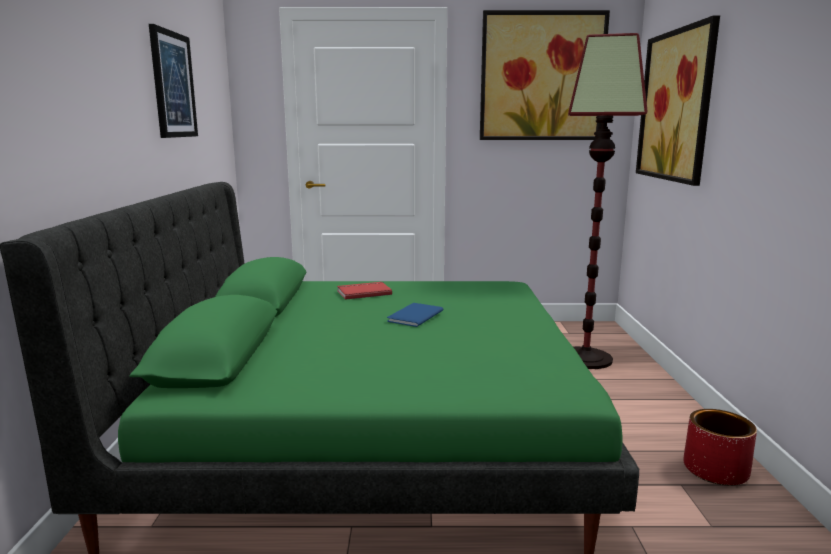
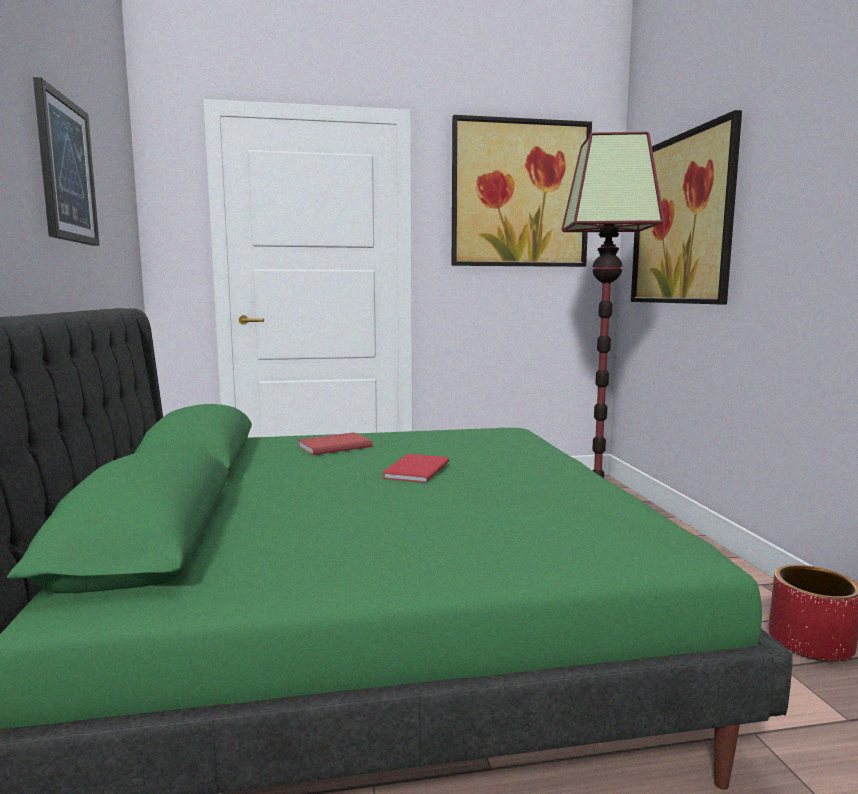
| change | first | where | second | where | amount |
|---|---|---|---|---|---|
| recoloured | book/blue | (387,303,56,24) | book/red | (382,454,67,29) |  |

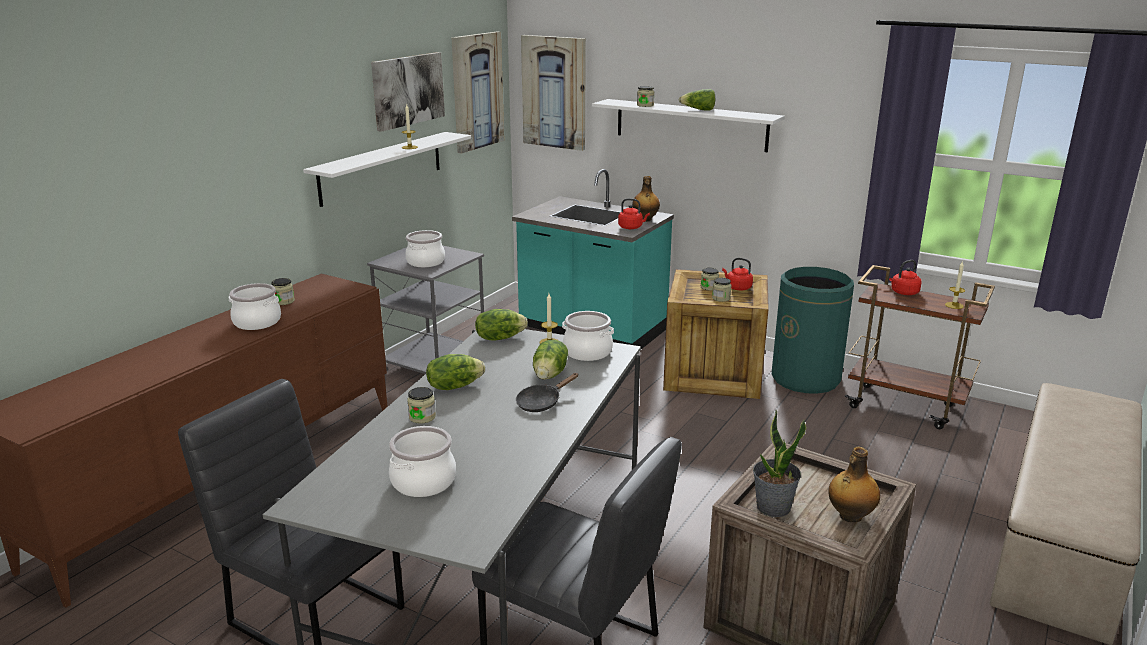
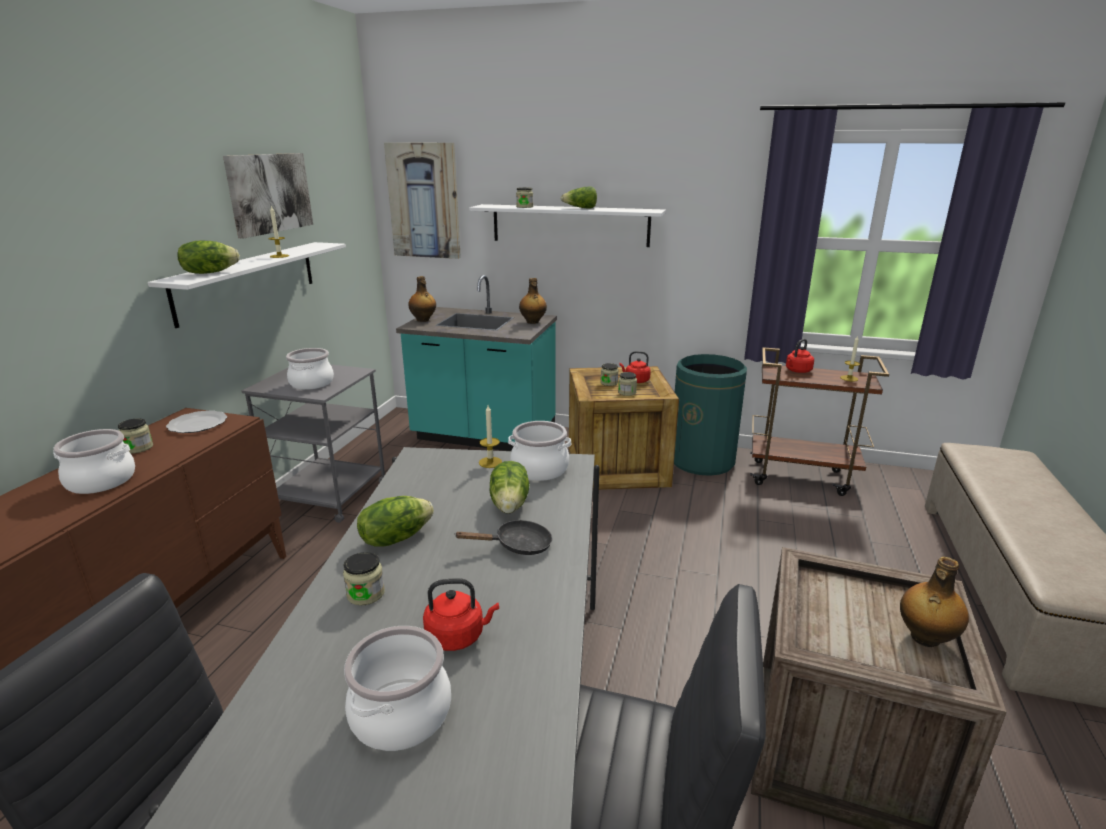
| change | first | where | second | where | amount |
|---|---|---|---|---|---|
| removed | picture | (451,32,53,121) |  |  |  |
| moved | kettle/red | (618,198,32,31) |  | (423,578,76,73) |  |
| moved | lettuce | (475,309,53,32) |  | (177,240,63,34) |  |
| turned | frying pan/black | (516,373,63,39) |  | (454,520,99,35) | 135 degrees counterclockwise |
| removed | potted plant | (753,410,54,107) |  |  |  |
| added |  |  | bottle | (408,276,28,46) |  |
| added |  |  | plate | (166,410,61,23) |  |

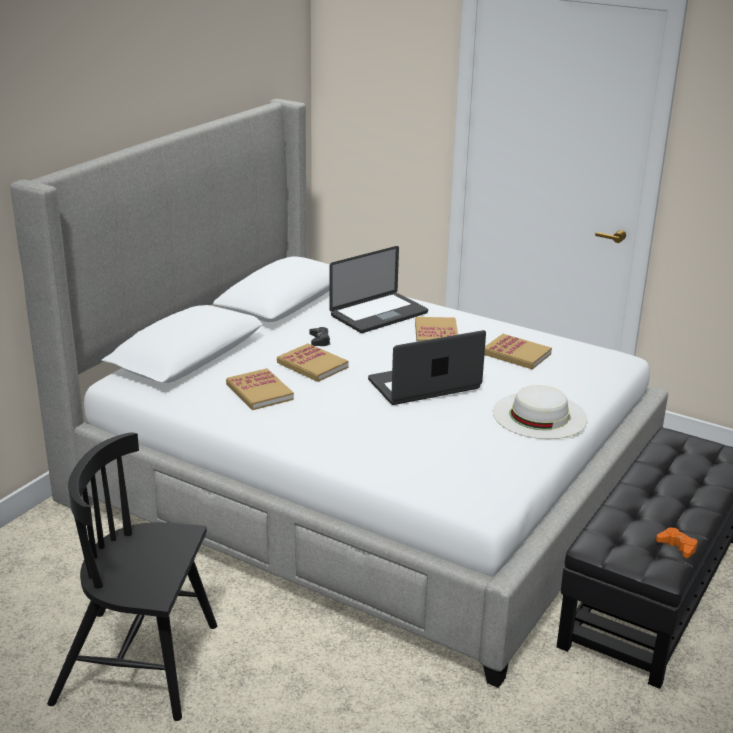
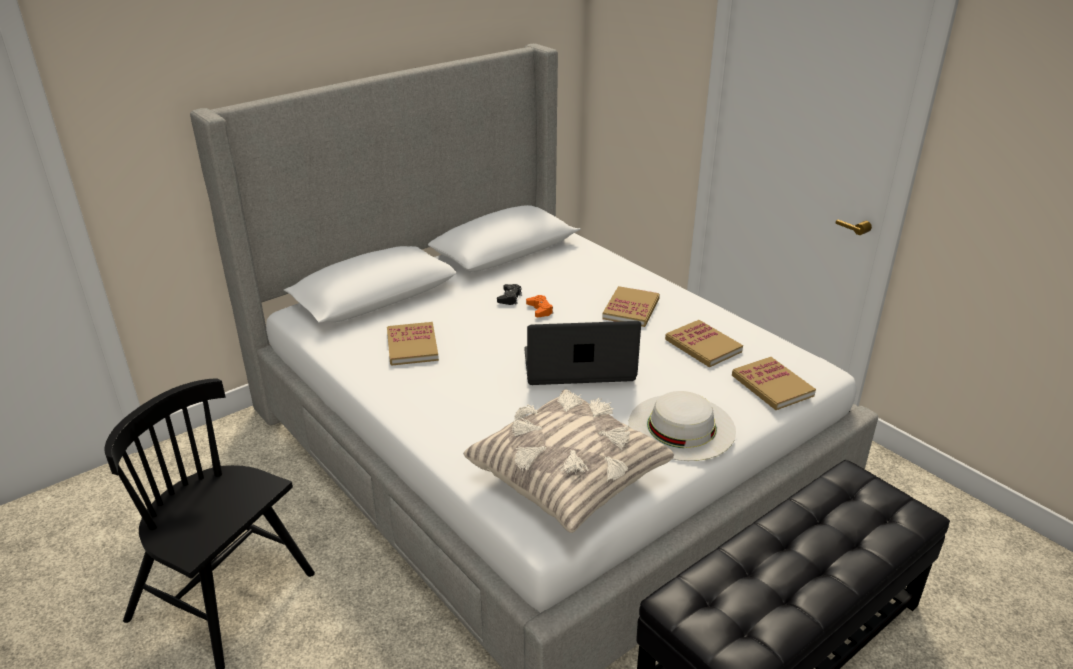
| change | first | where | second | where | amount |
|---|---|---|---|---|---|
| removed | laptop | (329,246,99,87) |  |  |  |
| moved | book | (277,343,71,39) |  | (732,357,84,53) |  |
| moved | game controller/orange | (656,528,42,30) |  | (526,295,27,22) |  |
| added |  |  | pillow/beige | (464,389,210,144) |  |

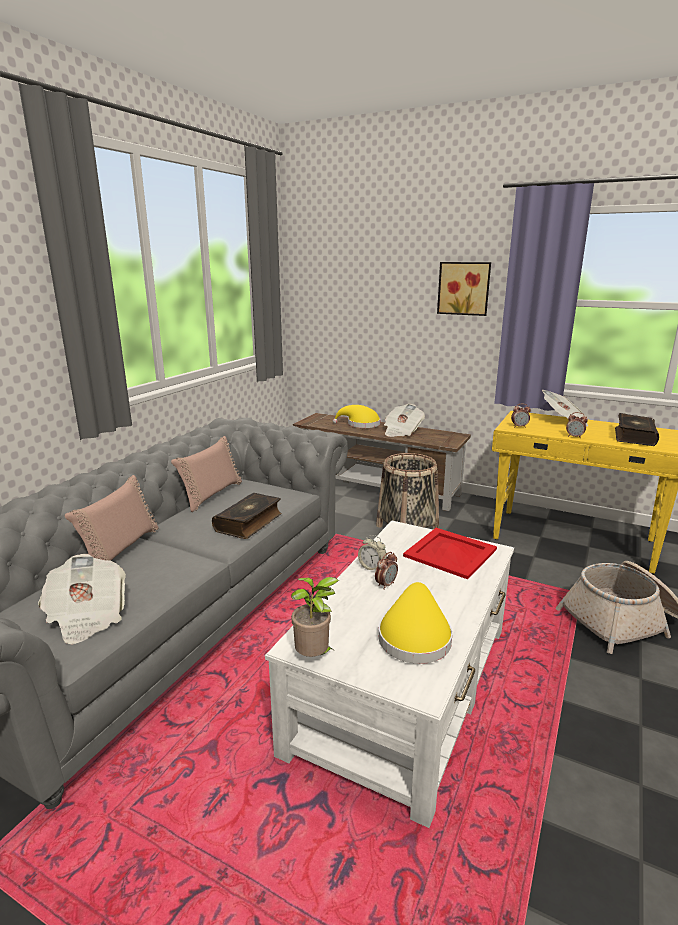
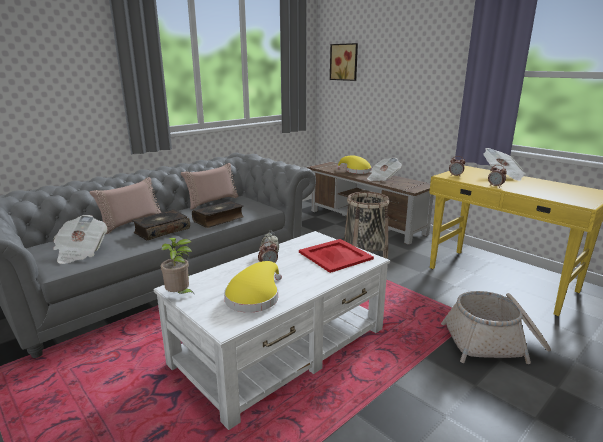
| change | first | where | second | where | amount |
|---|---|---|---|---|---|
| moved | picture | (437,262,54,54) |  | (330,43,28,38) |  |
| moved | book | (615,413,44,33) |  | (132,209,58,31) |  |

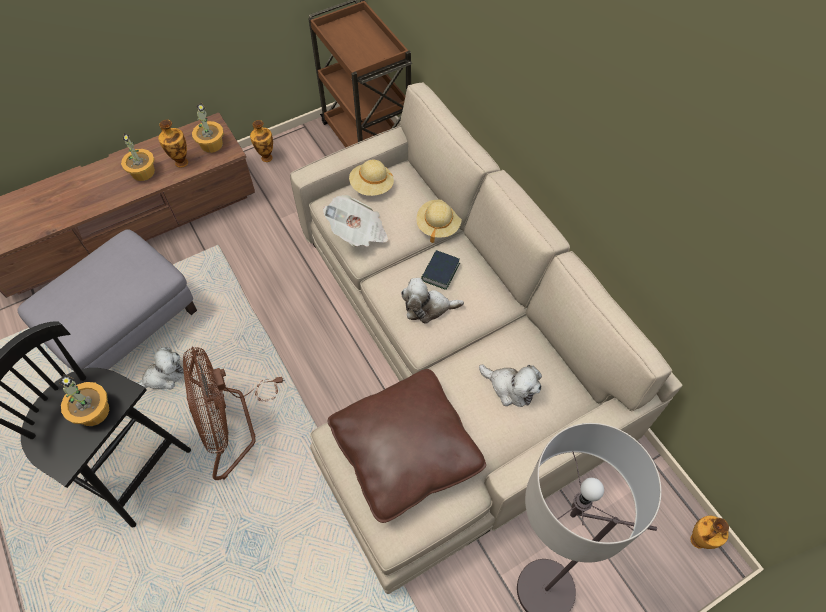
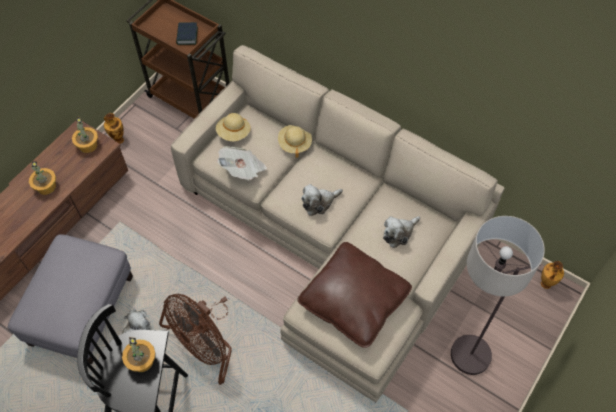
| change | first | where | second | where | amount |
|---|---|---|---|---|---|
| removed | vase | (158,119,30,49) |  |  |  |
| moved | book | (421,250,39,40) |  | (176,22,22,23) |  |
| turned | plush toy | (479,364,63,43) |  | (383,216,37,32) | 135 degrees clockwise |

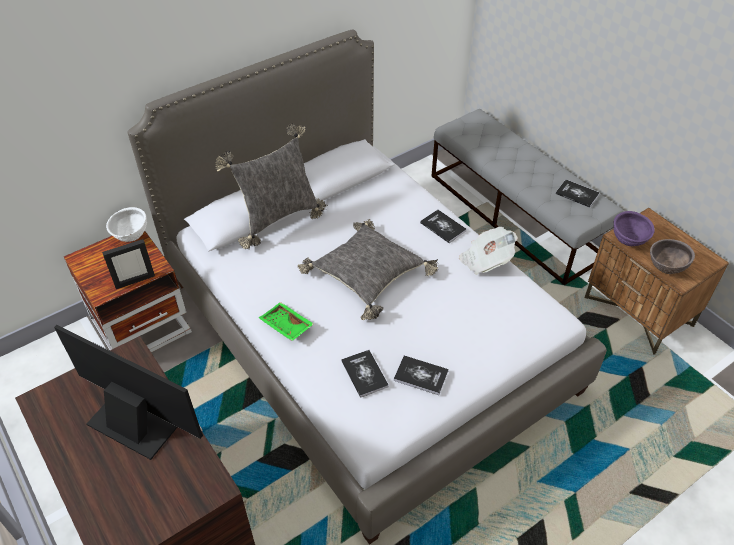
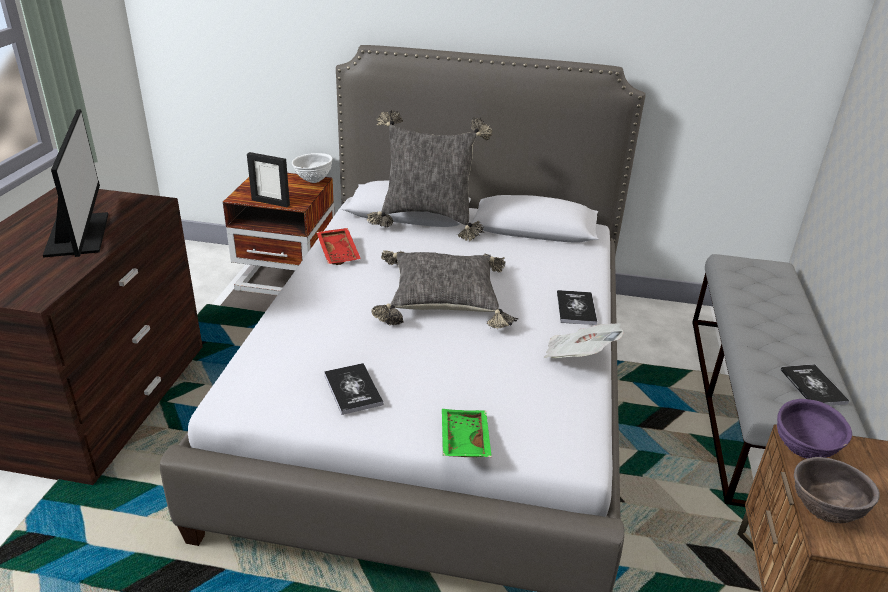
| change | first | where | second | where | amount |
|---|---|---|---|---|---|
| moved | tray/green | (259,302,55,39) |  | (442,409,50,48) |  |
| removed | book | (341,350,48,48) |  |  |  |
| added |  |  | tray/red | (316,228,45,37) |  |

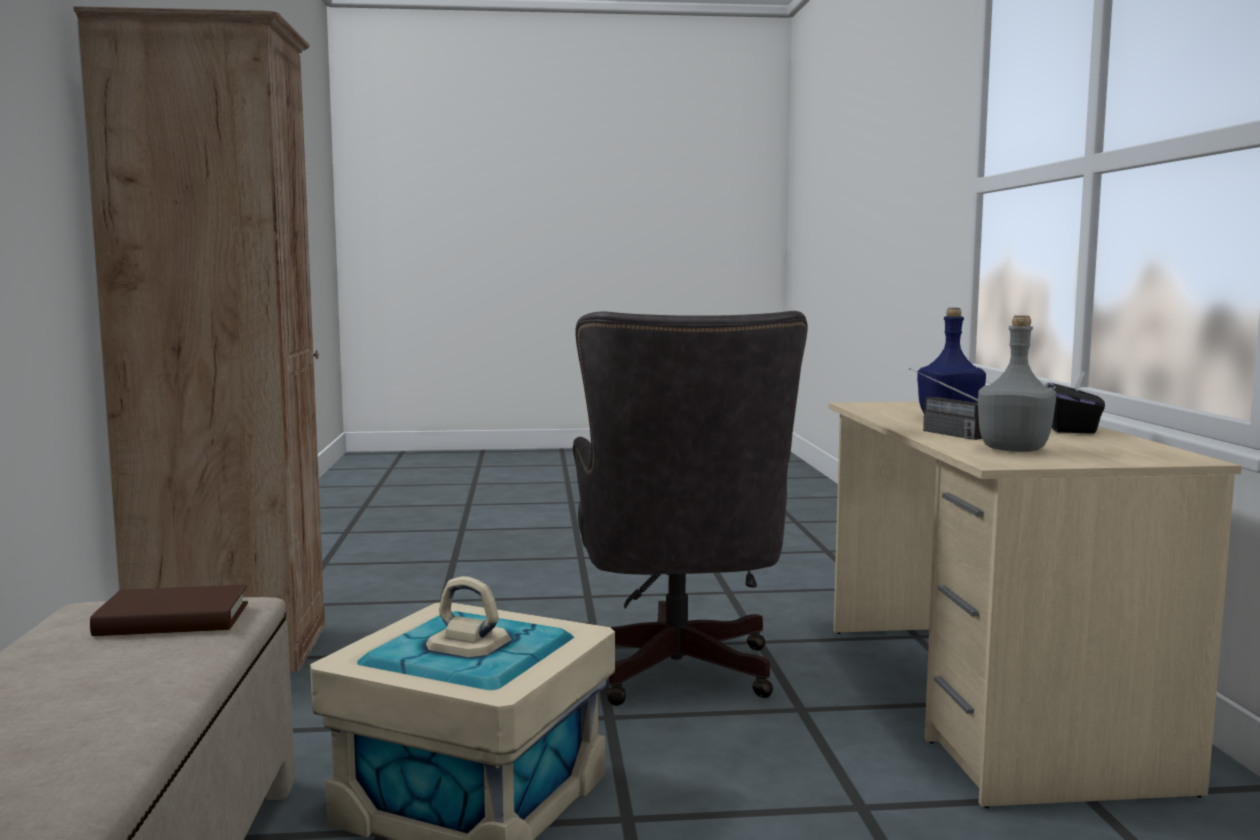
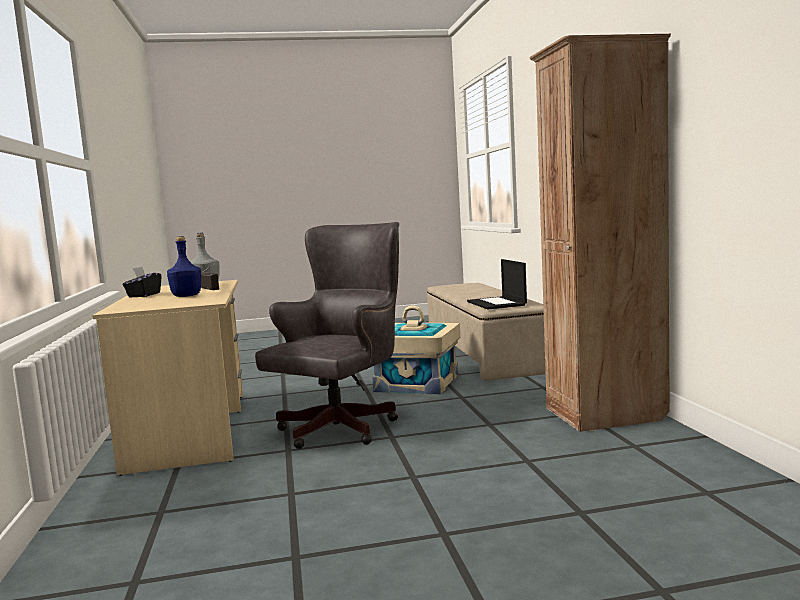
| change | first | where | second | where | amount |
|---|---|---|---|---|---|
| turned | office chair/grey | (573,311,235,395) |  | (255,222,144,227) | 45 degrees clockwise |
| replaced | book/brown | (90,585,158,51) | laptop | (467,259,60,51) |  |

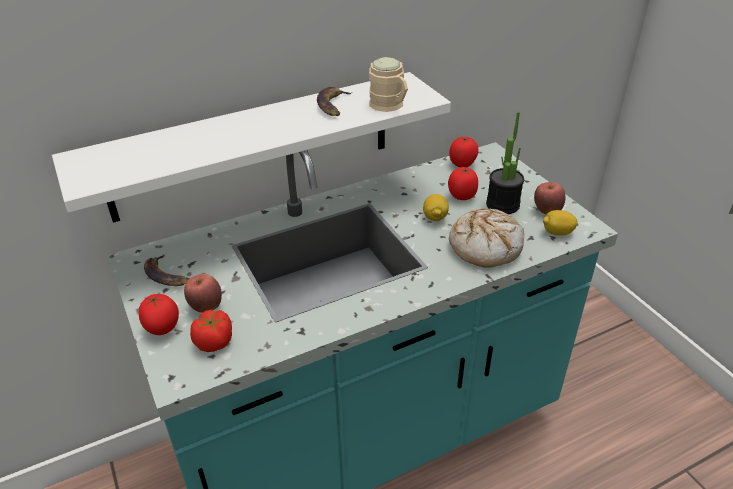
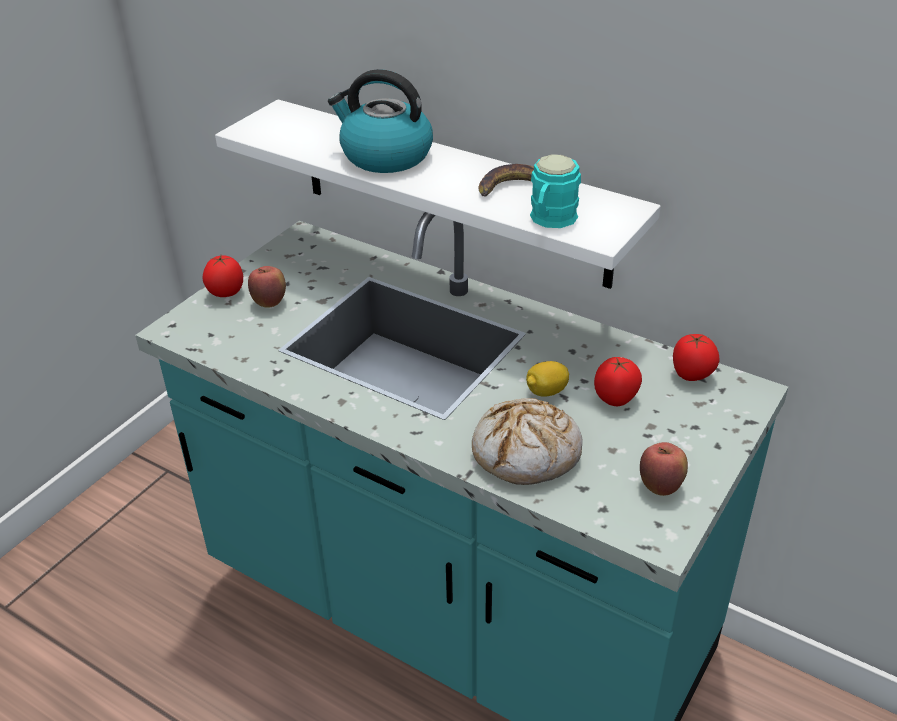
| change | first | where | second | where | amount |
|---|---|---|---|---|---|
| recoloured | mug/beige | (369,57,39,55) | mug/turquoise | (530,154,51,74) |  |
| removed | potted plant | (486,112,38,102) |  |  |  |
| removed | lemon | (543,210,35,25) |  |  |  |
| removed | banana | (144,254,46,32) |  |  |  |
| removed | tomato | (190,310,42,42) |  |  |  |
| added |  |  | kettle | (328,69,105,104) |  |

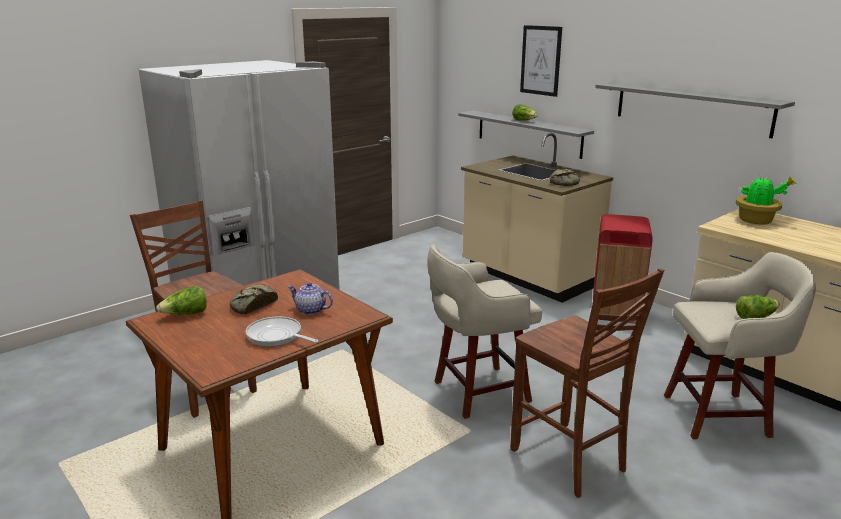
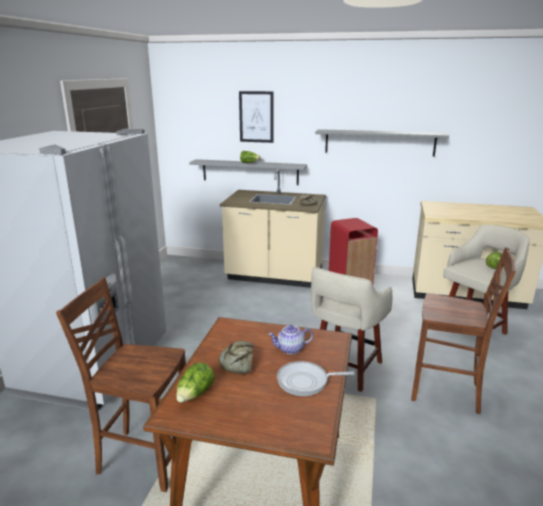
| change | first | where | second | where | amount |
|---|---|---|---|---|---|
| removed | potted plant | (736,176,61,48) |  |  |  |

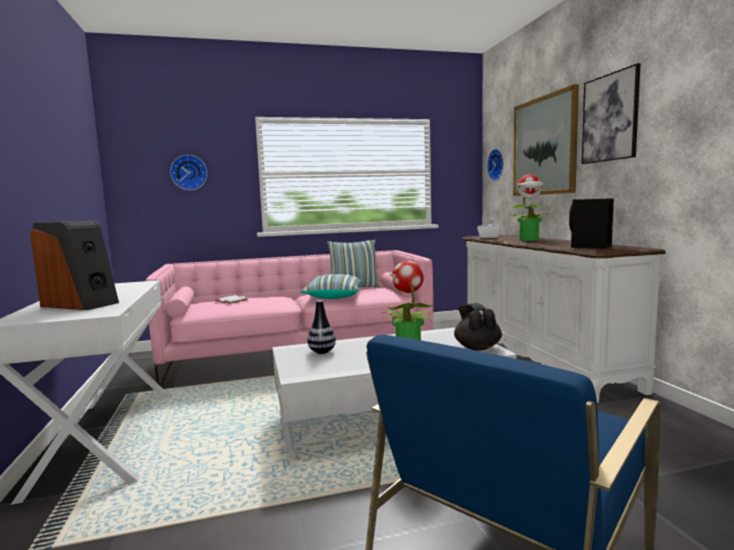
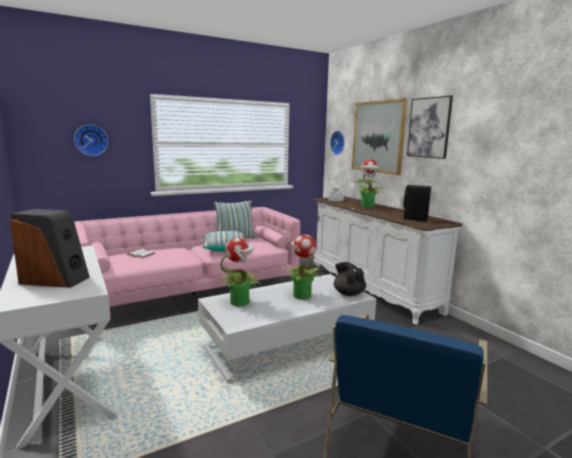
| change | first | where | second | where | amount |
|---|---|---|---|---|---|
| replaced | vase | (307,300,29,54) | potted plant | (219,238,41,68) |  |

